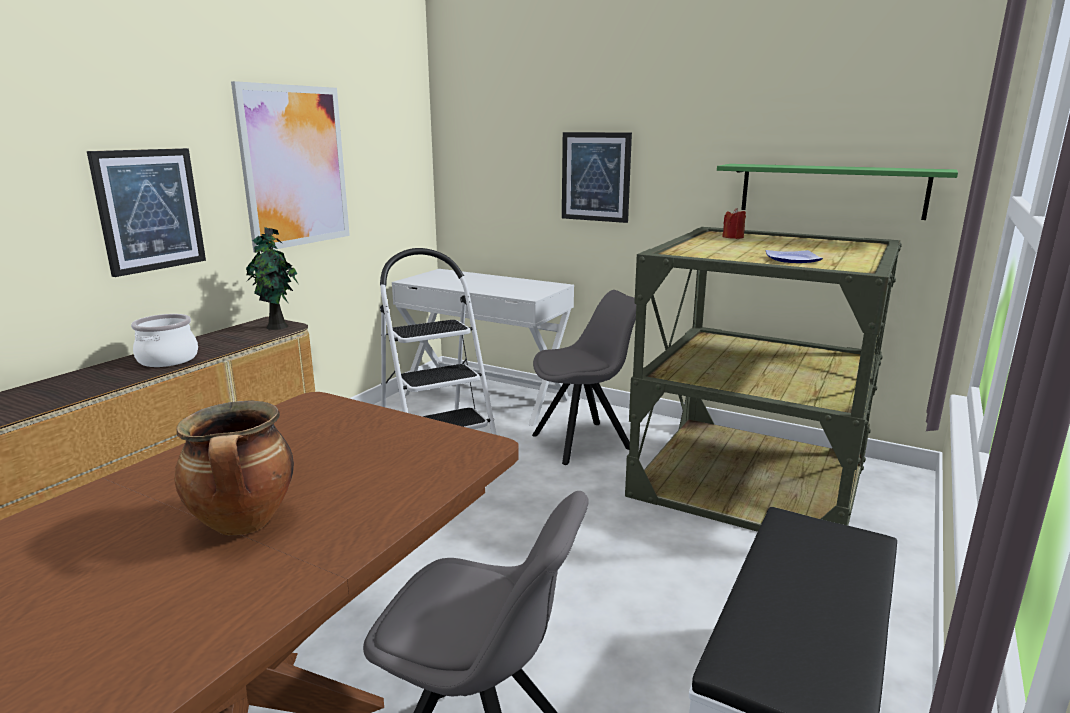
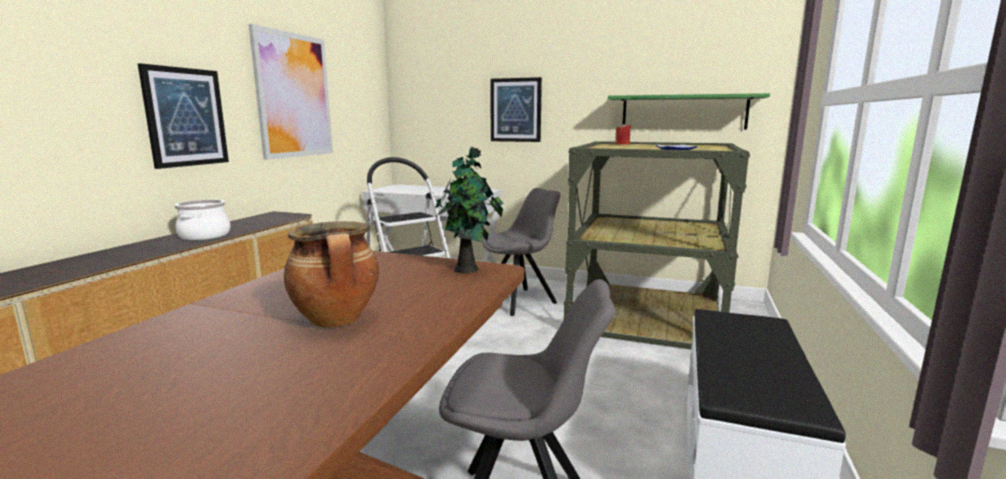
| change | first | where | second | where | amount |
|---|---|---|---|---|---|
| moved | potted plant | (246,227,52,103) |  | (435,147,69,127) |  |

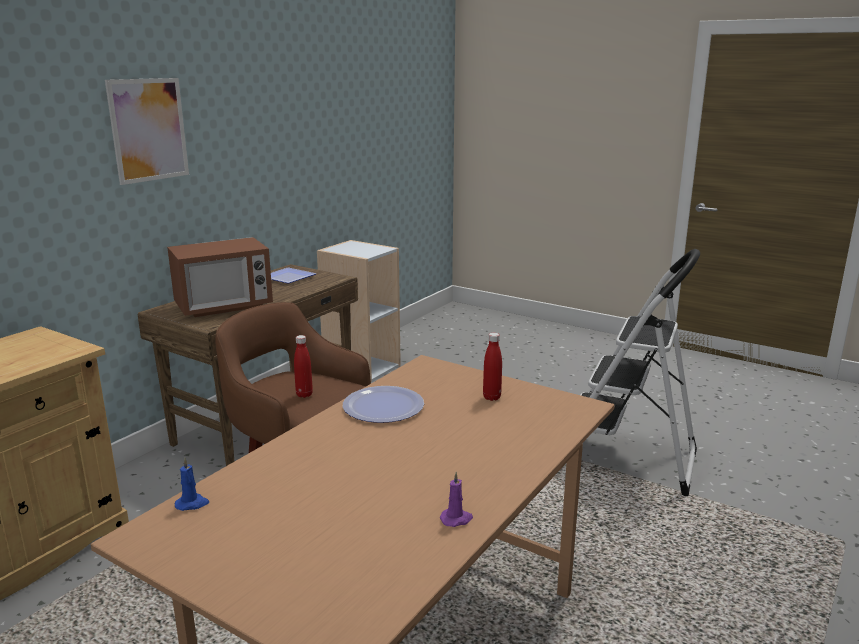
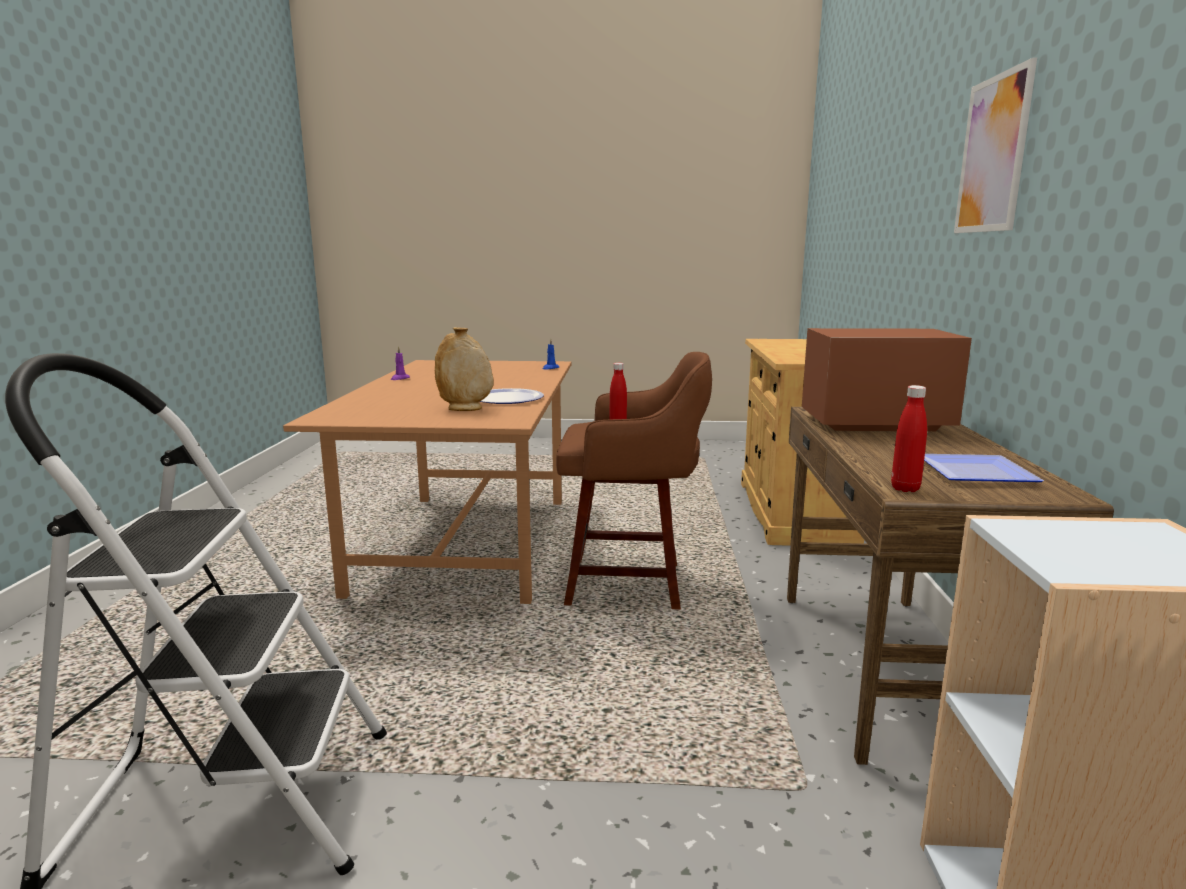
| change | first | where | second | where | amount |
|---|---|---|---|---|---|
| turned | microwave | (167,237,106,80) |  | (802,328,170,103) | 60 degrees clockwise |
| moved | bottle/red | (483,333,19,68) |  | (891,385,36,107) |  |
| added |  |  | vase/beige | (435,327,59,84) |  |

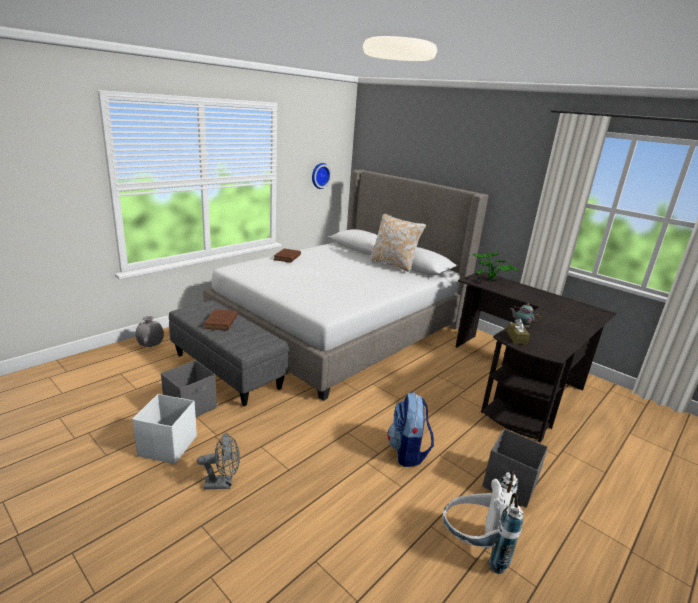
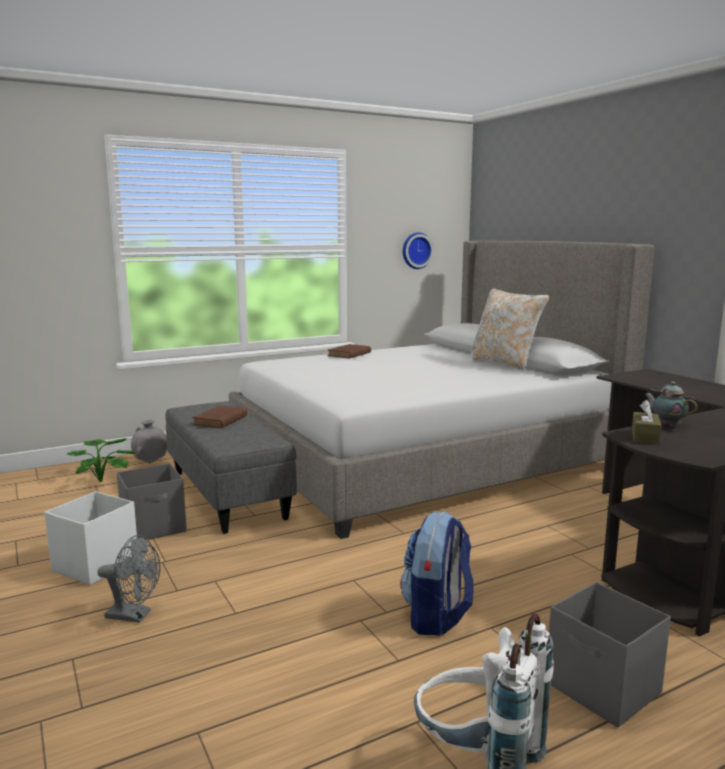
| change | first | where | second | where | amount |
|---|---|---|---|---|---|
| moved | potted plant | (472,252,47,29) |  | (67,438,69,44) |  |

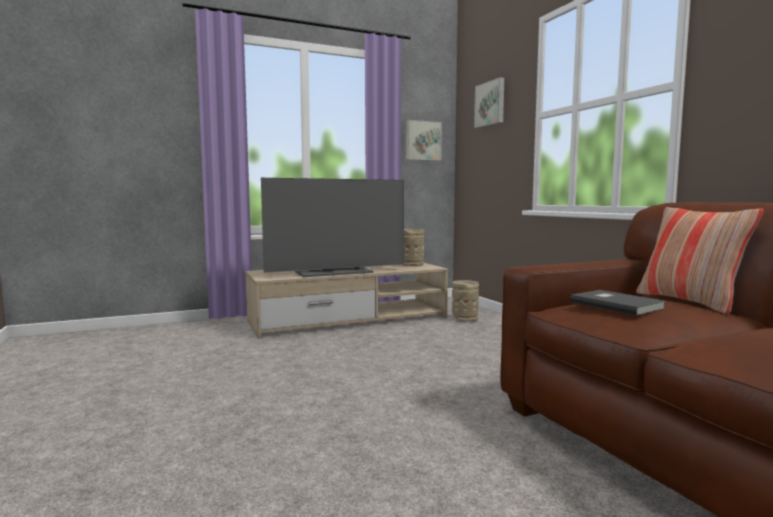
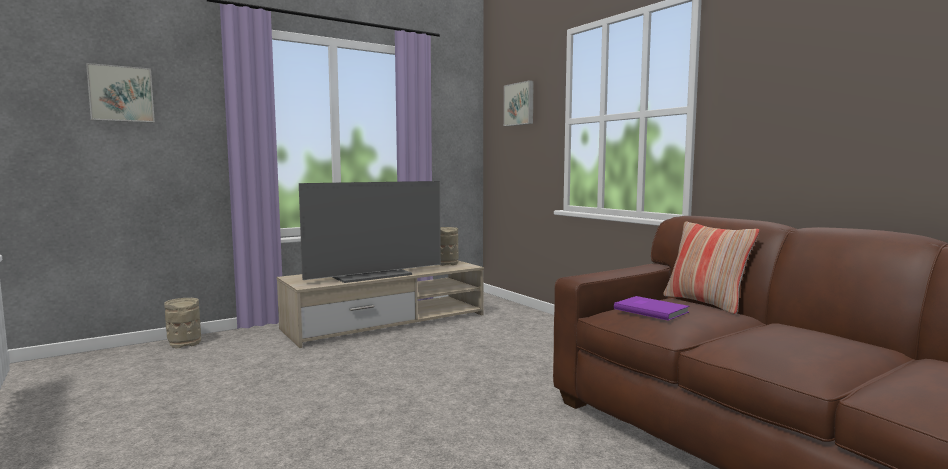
| change | first | where | second | where | amount |
|---|---|---|---|---|---|
| moved | picture | (405,120,37,41) |  | (86,63,69,60) |  |
| moved | vase/beige | (452,280,27,42) |  | (164,298,37,51) |  |
| recoloured | book/grey | (570,290,96,26) | book/purple | (614,296,76,25) |  |

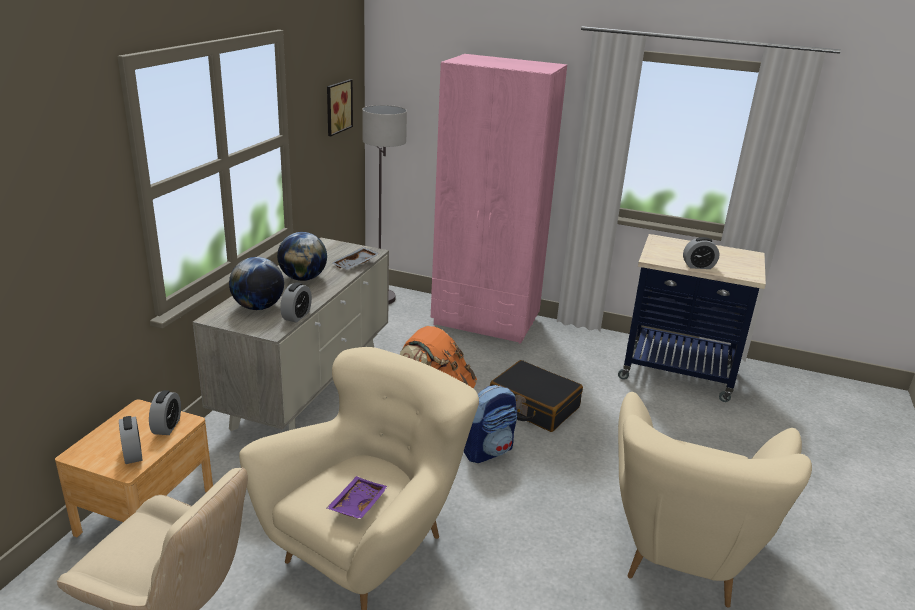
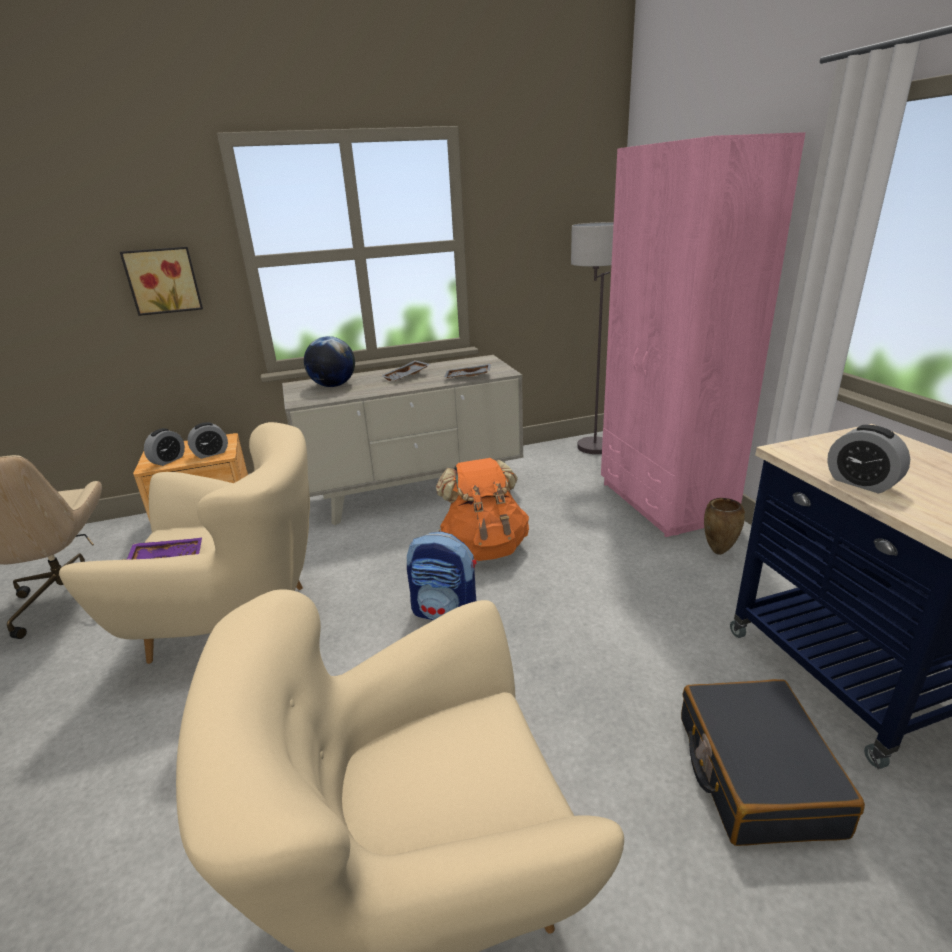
| change | first | where | second | where | amount |
|---|---|---|---|---|---|
| moved | picture | (327,79,26,57) |  | (120,247,83,69) |  |
| replaced | globe | (277,232,50,49) | tray/grey | (381,360,49,21) |  |
| removed | alarm clock | (280,282,32,41) |  |  |  |
| moved | suitcase/black | (490,360,93,72) |  | (681,679,184,167) |  |
| added |  |  | vase/brown | (704,498,41,57) |  |

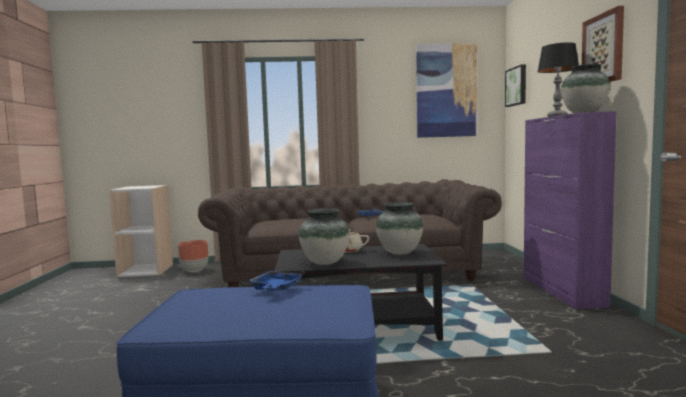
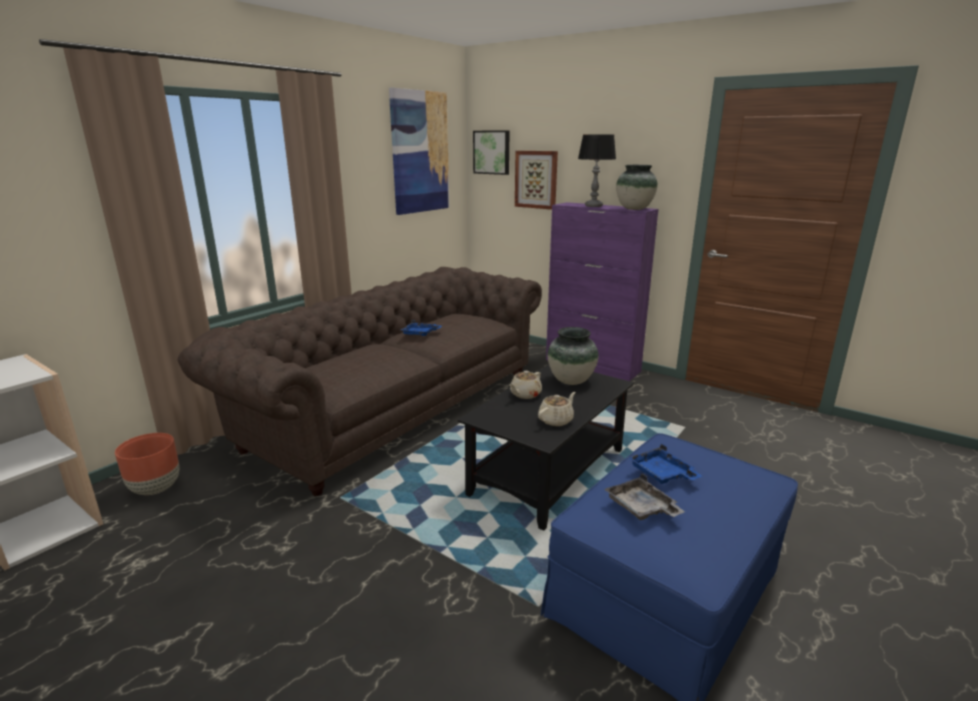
| change | first | where | second | where | amount |
|---|---|---|---|---|---|
| moved | picture | (582,6,42,76) |  | (515,151,43,59) |  |
| replaced | vase | (299,208,50,57) | teapot/beige | (538,392,38,34) |  |
| added |  |  | tray/grey | (604,473,81,47) |  |

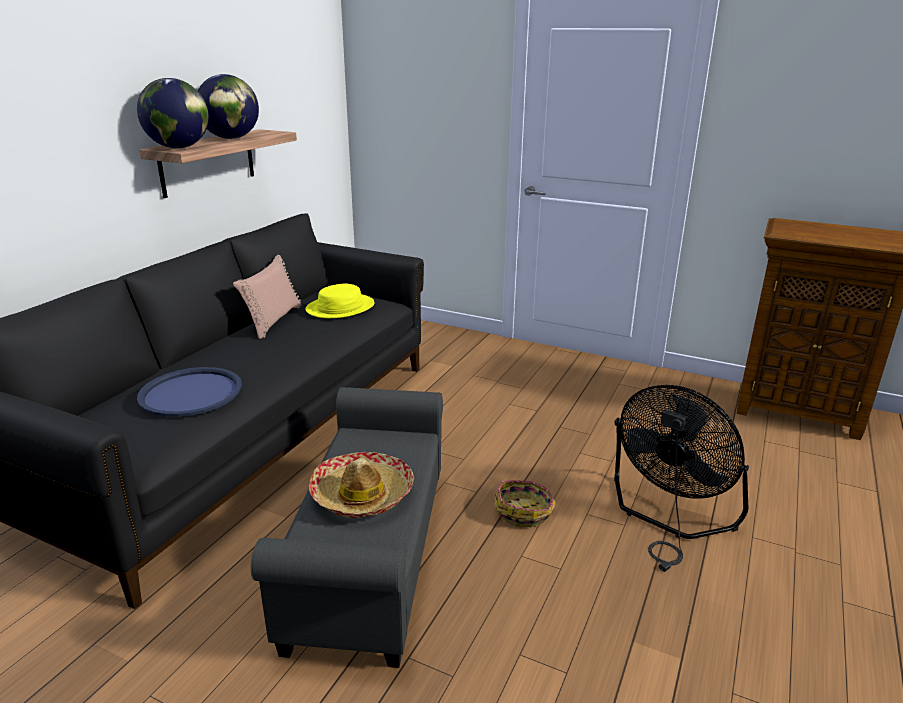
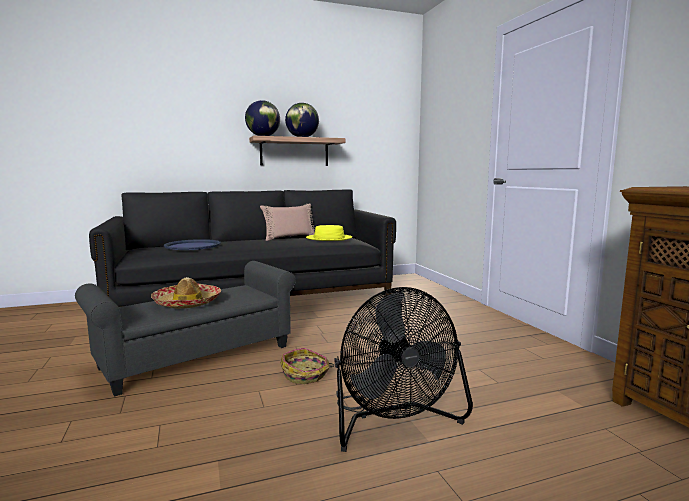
| change | first | where | second | where | amount |
|---|---|---|---|---|---|
| turned | fan/black | (614,385,135,187) |  | (334,287,139,165) | 75 degrees clockwise |

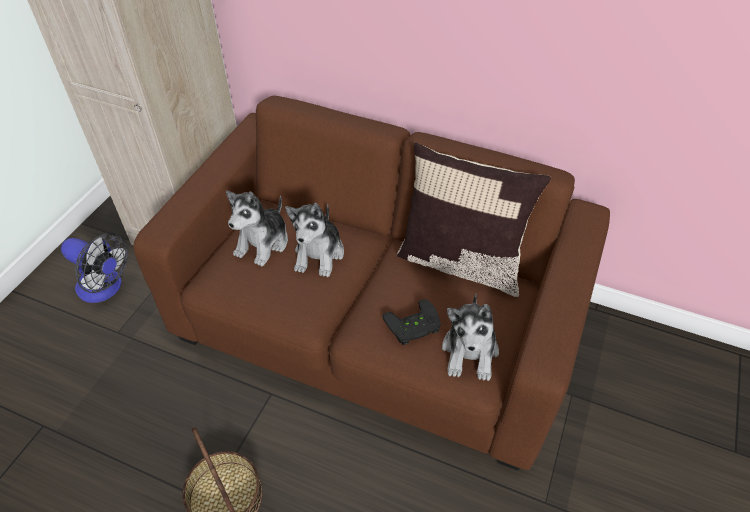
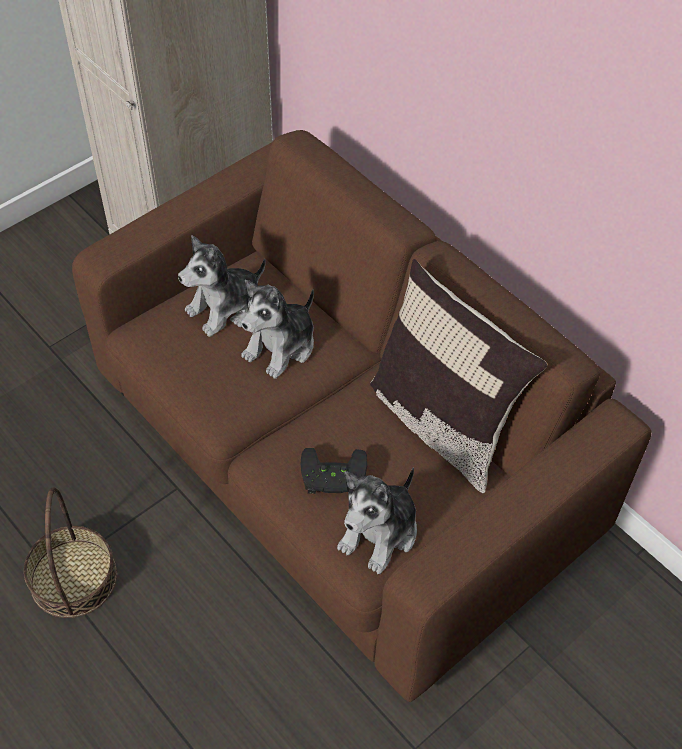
| change | first | where | second | where | amount |
|---|---|---|---|---|---|
| removed | fan | (61,233,67,70) |  |  |  |

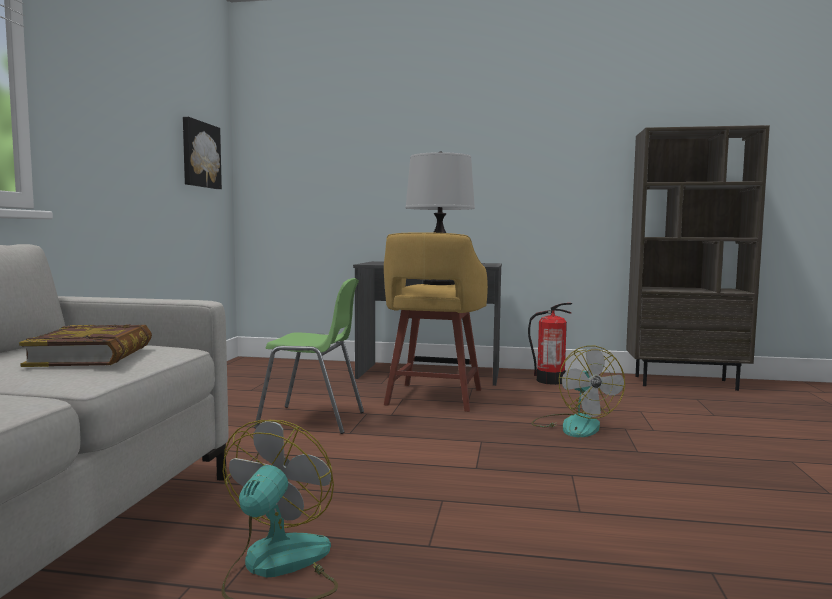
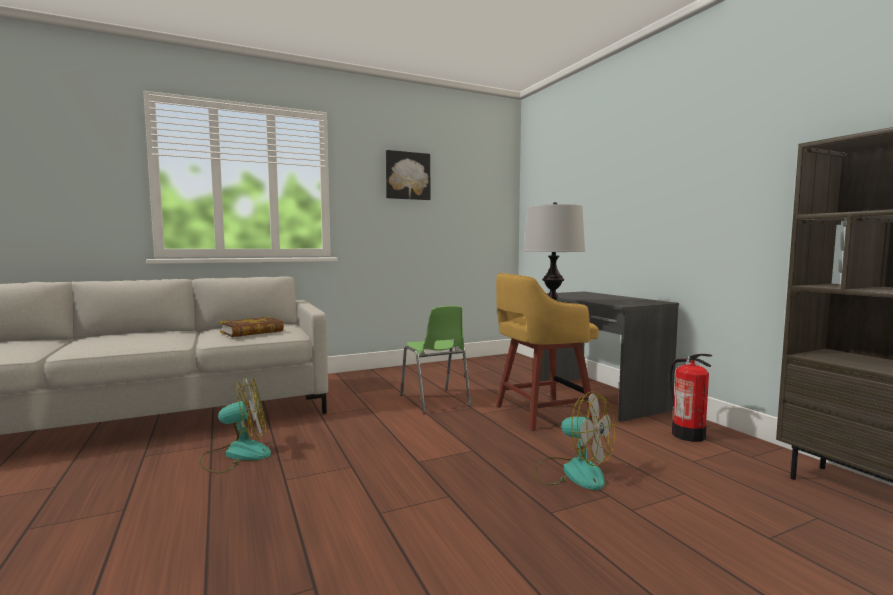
| change | first | where | second | where | amount |
|---|---|---|---|---|---|
| moved | picture | (183,117,39,72) |  | (386,150,44,50) |  |
| turned | fan | (531,346,94,91) |  | (535,391,80,99) | 90 degrees counterclockwise |

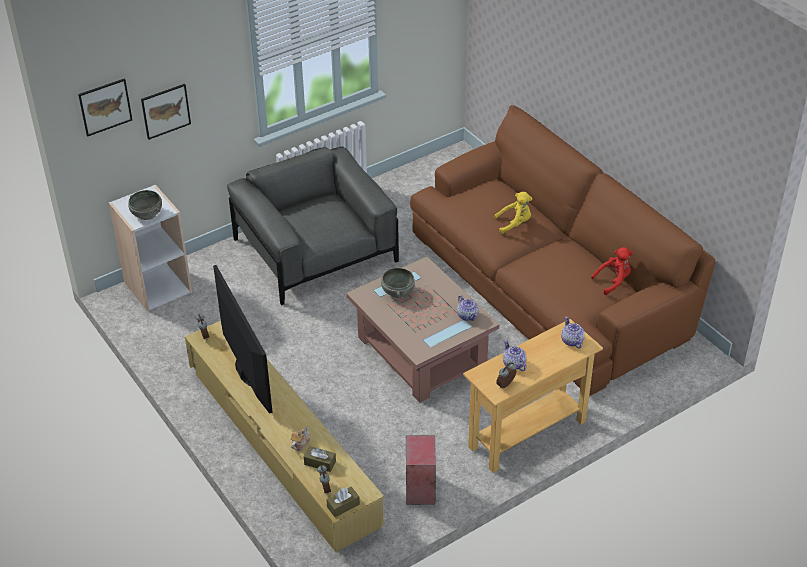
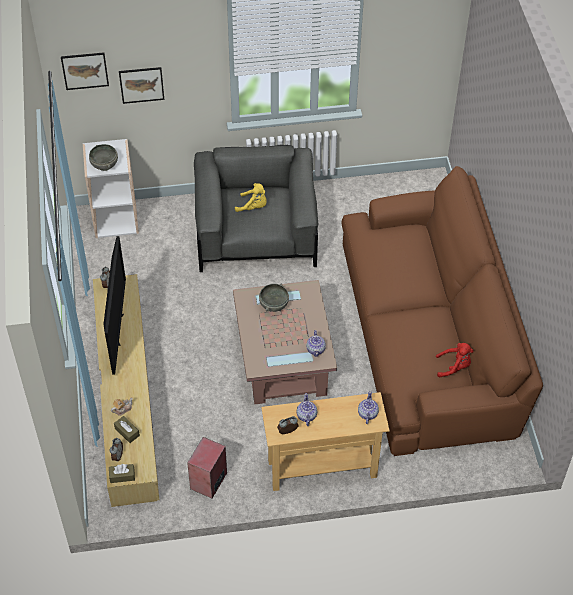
| change | first | where | second | where | amount |
|---|---|---|---|---|---|
| moved | plush toy/yellow | (494,192,38,42) |  | (235,183,32,29) |  |

